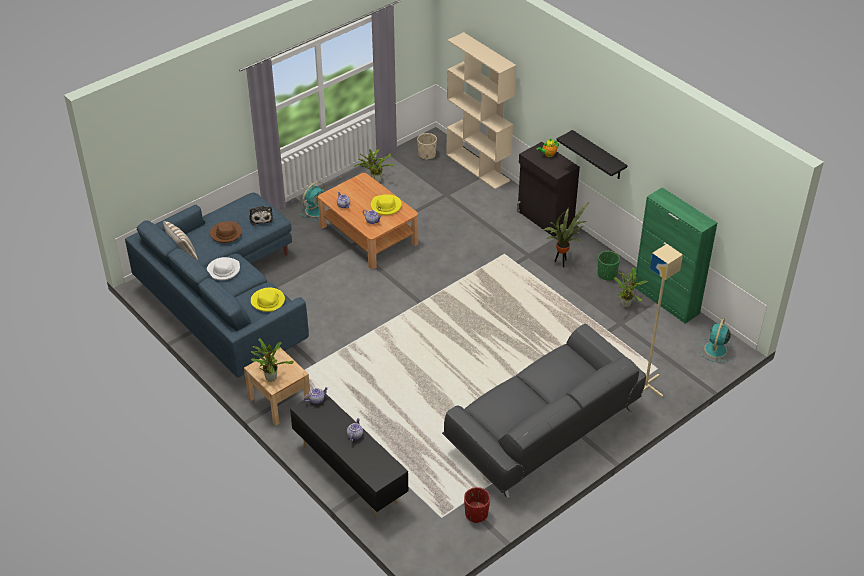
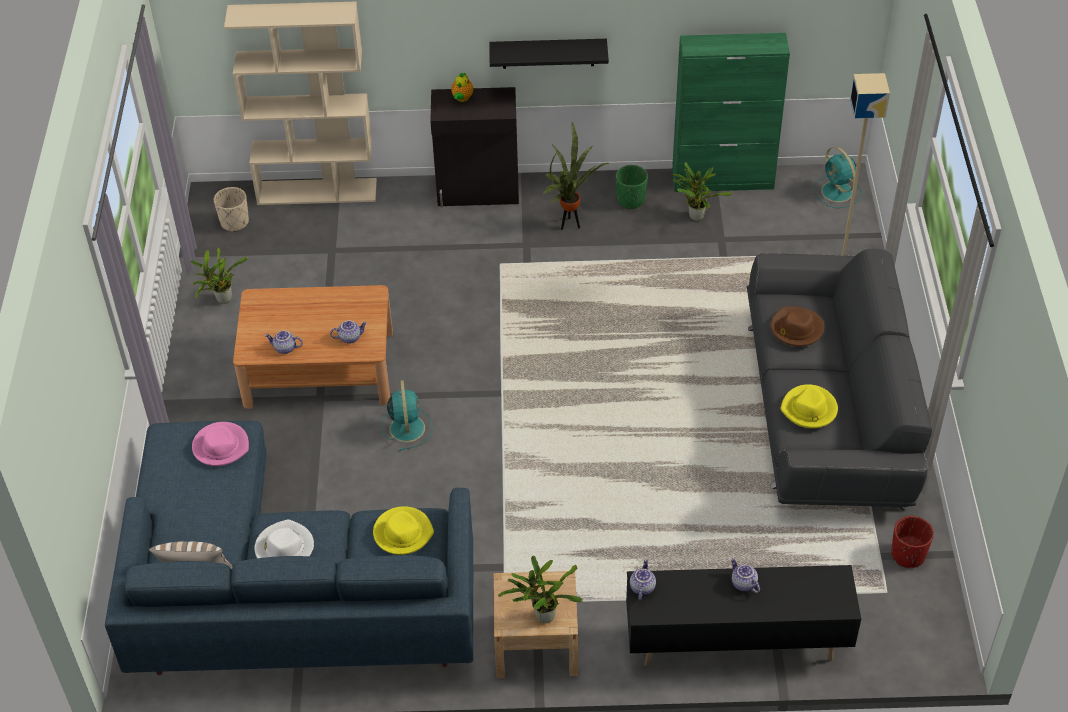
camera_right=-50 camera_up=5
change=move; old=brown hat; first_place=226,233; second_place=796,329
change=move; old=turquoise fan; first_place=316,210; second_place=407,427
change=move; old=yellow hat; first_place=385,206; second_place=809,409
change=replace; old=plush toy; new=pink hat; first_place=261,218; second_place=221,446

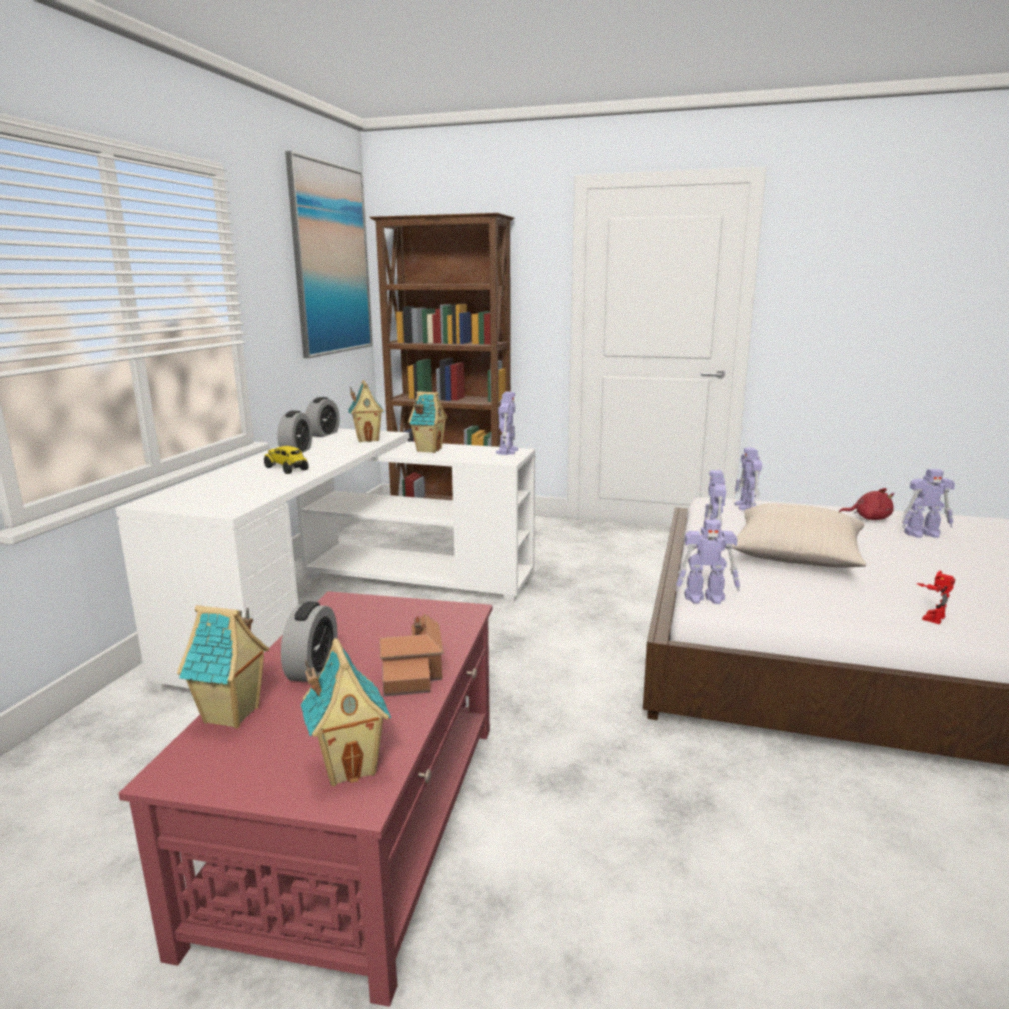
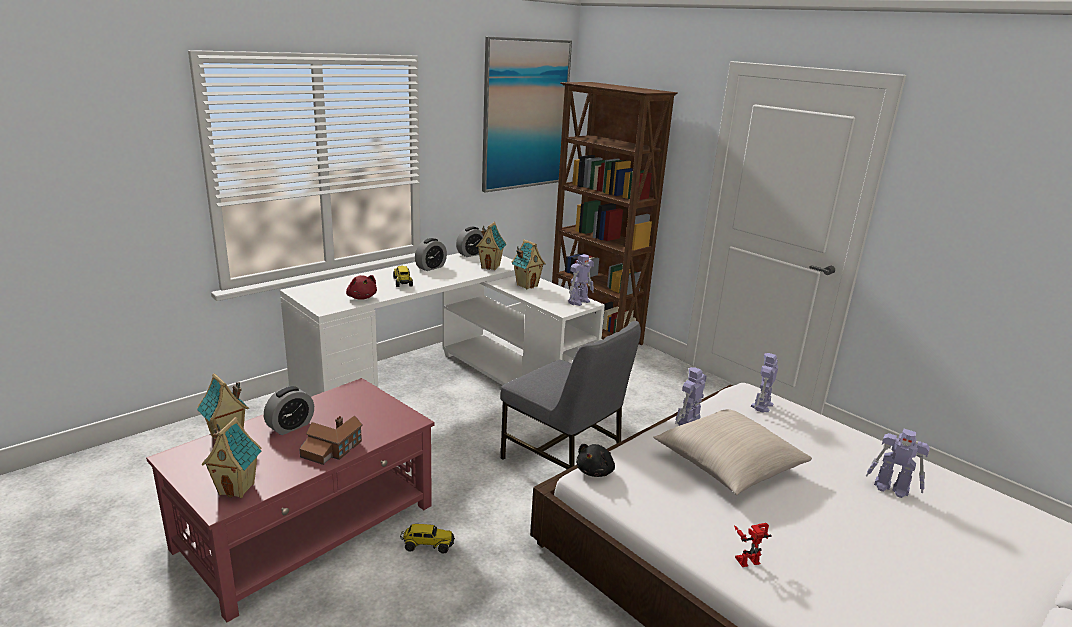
camera_right=30 camera_up=5
change=insert; new=toy truck; second_place=427,545
change=insert; new=grey chair; second_place=563,461
change=move; old=red plush toy; first_place=869,518; second_place=361,297
change=replace; old=toy robot; new=black plush toy; first_place=705,598; second_place=595,471

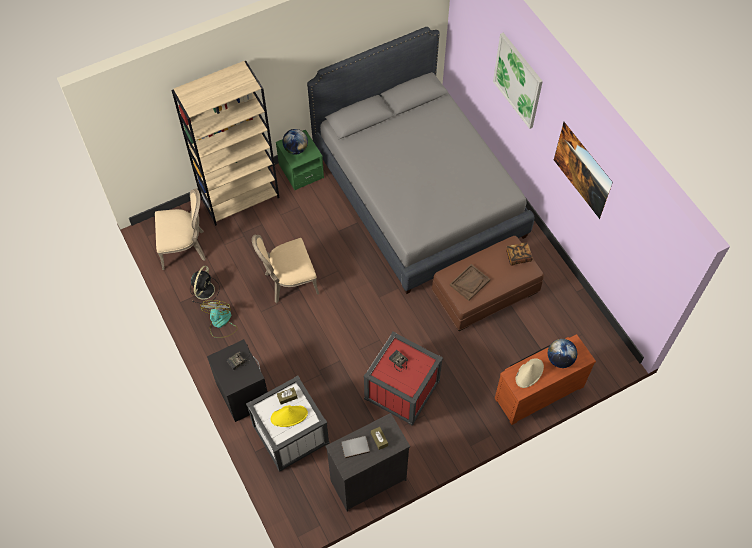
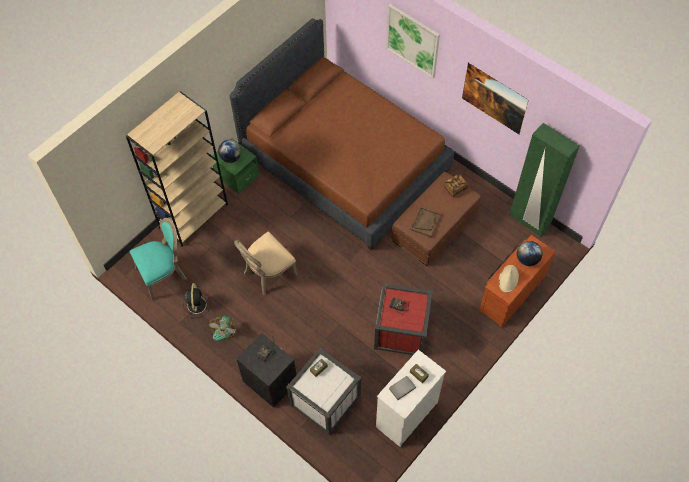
camera_right=-20 camera_up=0
change=delete; old=yellow hat; first_place=289,416
change=insert; new=green wardrobe; second_place=529,221
change=recolor; old=beige chair; new=turquoise chair; first_place=185,247; second_place=163,274
change=recolor; old=grey bed; new=brown bed; first_place=418,193; second_place=344,163
change=recolor; old=black dresser; new=white dresser; first_place=367,480; second_place=406,415
change=rotate; old=fan; first_place=220,323; second_place=224,328; degrees=-150

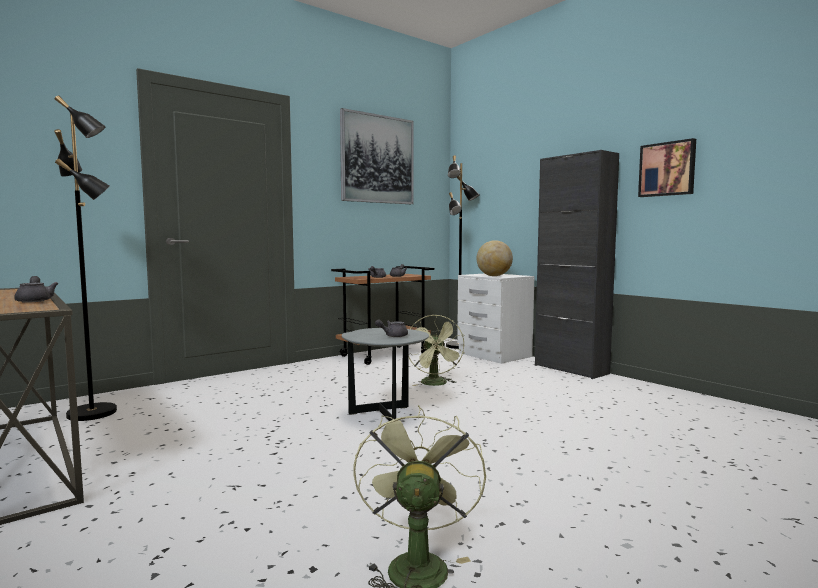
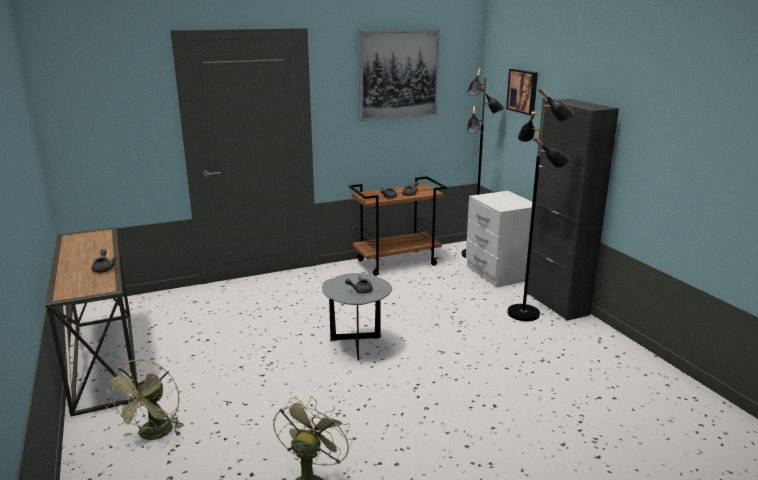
camera_right=15 camera_up=15
change=delete; old=globe; first_place=494,276
change=move; old=black floor lamp; first_place=94,413; second_place=524,313
change=move; old=green fan; first_place=436,384; second_place=153,435
change=move; old=picture; first_place=667,169; second_place=523,91

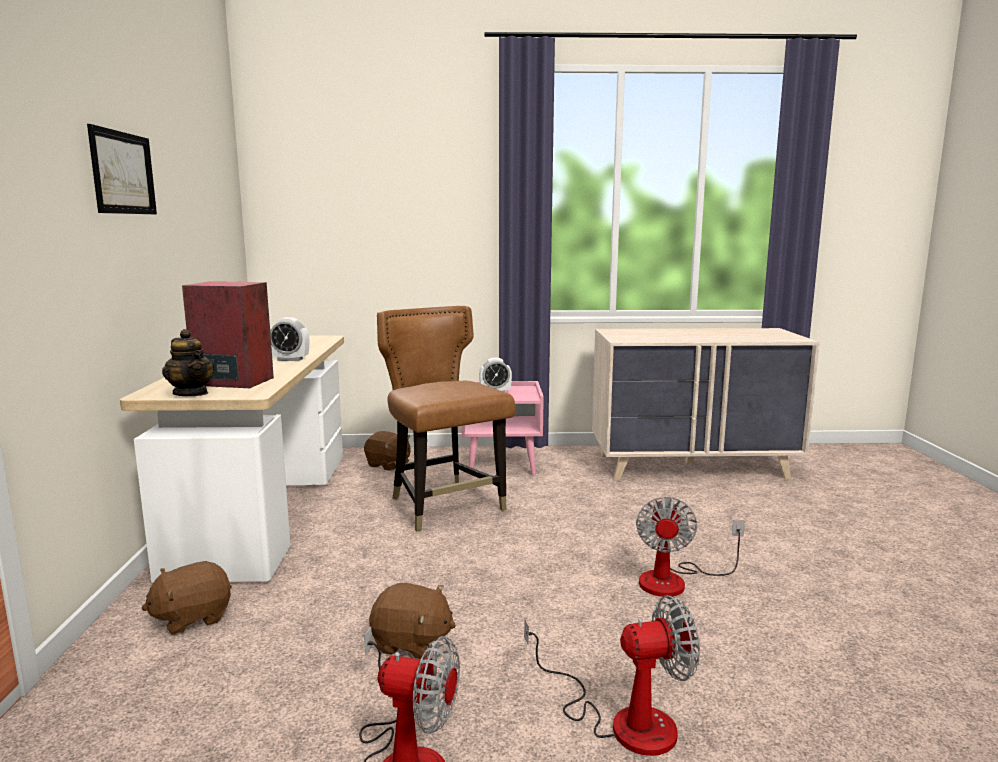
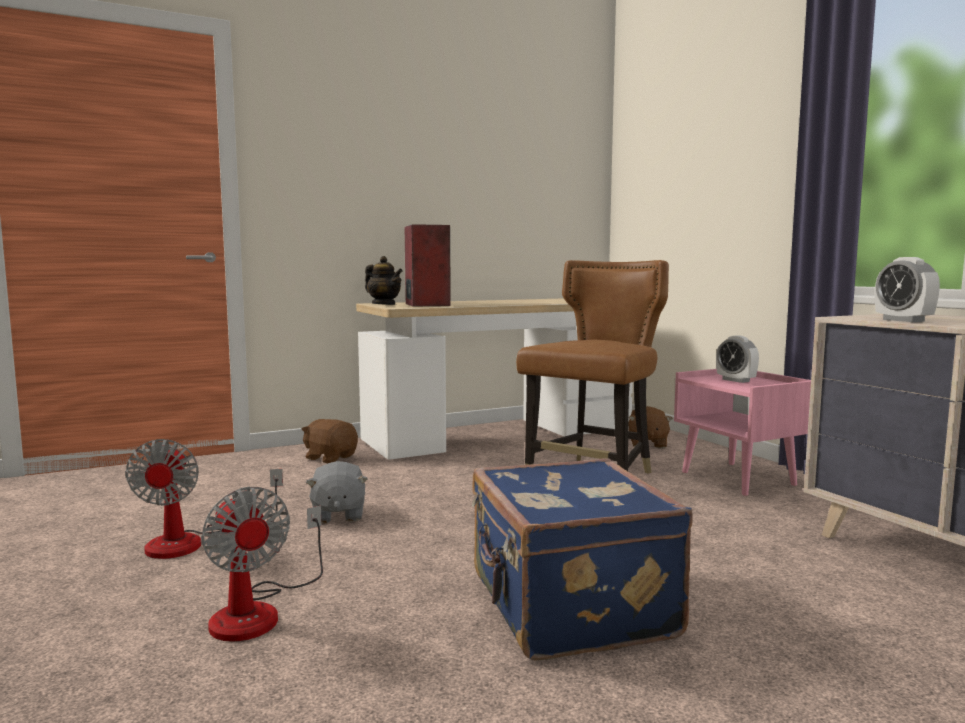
camera_right=65 camera_up=-5
change=delete; old=picture; first_place=123,173
change=move; old=alarm clock; first_place=290,359; second_place=903,320
change=replace; old=fan; new=blue suitcase; first_place=675,581; second_place=568,607
change=recolor; old=brown plush toy; new=grey plush toy; first_place=411,643; second_place=337,515
change=rotate; old=teapot; first_place=191,393; second_place=384,305; degrees=-75

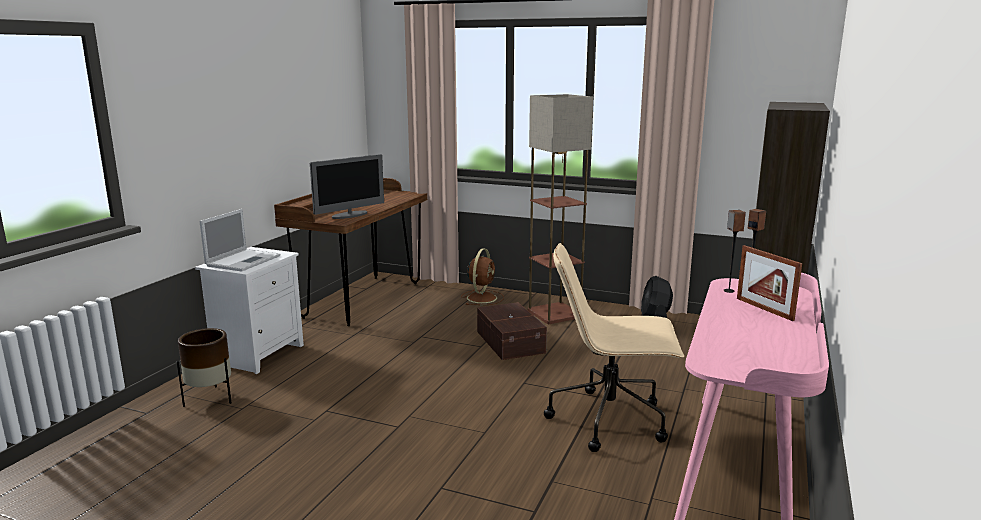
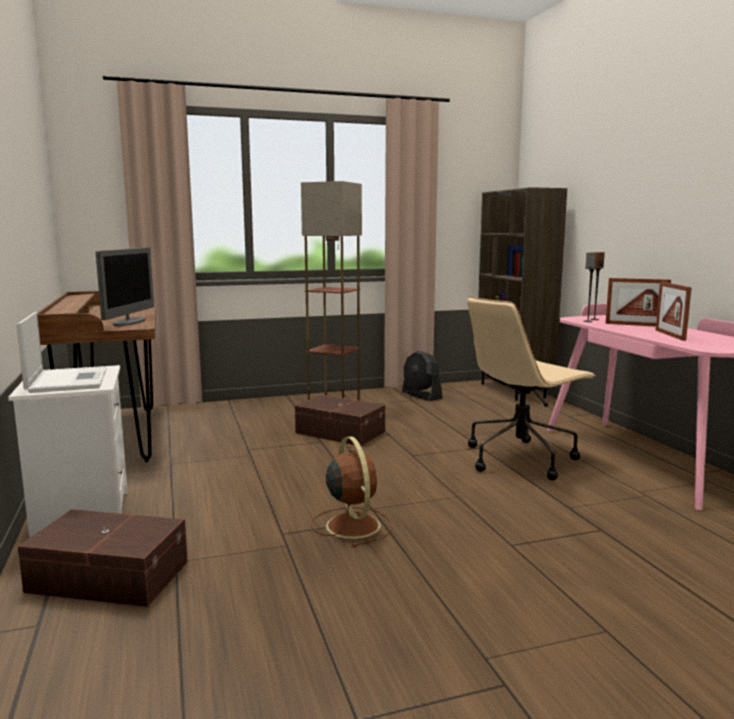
camera_right=-40 camera_up=-5
change=insert; new=picture frame; second_place=669,335
change=move; old=brown fan; first_place=482,297; second_place=352,525
change=replace; old=brown planter; new=brown storage box; first_place=210,398; second_place=109,575

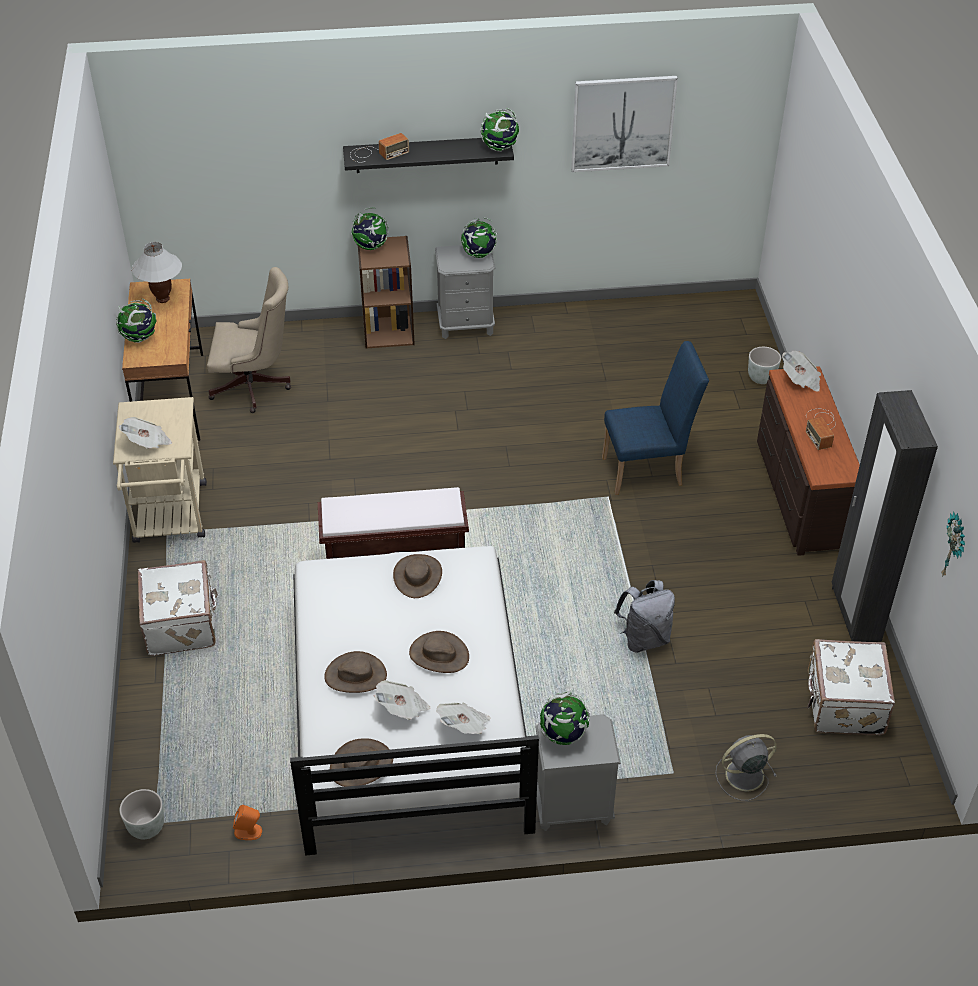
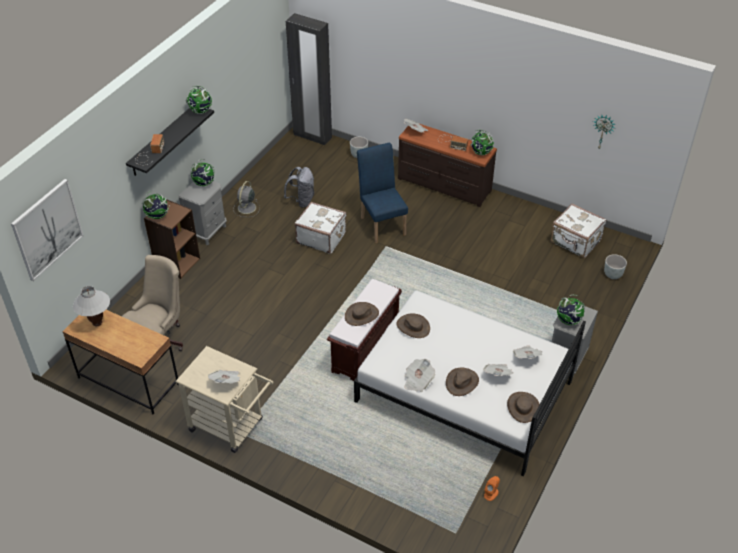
camera_right=-55 camera_up=0
change=insert; new=newspaper; second_place=418,381
change=move; old=globe; first_place=140,337; second_place=481,152
change=move; old=grey planter; first_place=146,827; second_place=612,275
change=move; old=white suitcase; first_place=182,624; second_place=321,237
change=move; old=brown hat; first_place=439,655; second_place=361,315
change=move; old=picture; first_place=622,123; second_place=47,229
change=move; old=grey backpack; first_place=644,638; second_place=301,201
change=move; old=grey fan; first_place=743,775; second_place=246,208
change=move; old=black wardrobe; first_place=855,614; second_place=312,136
change=rotate; old=blue chair; first_place=648,470; second_place=382,223; degrees=-45

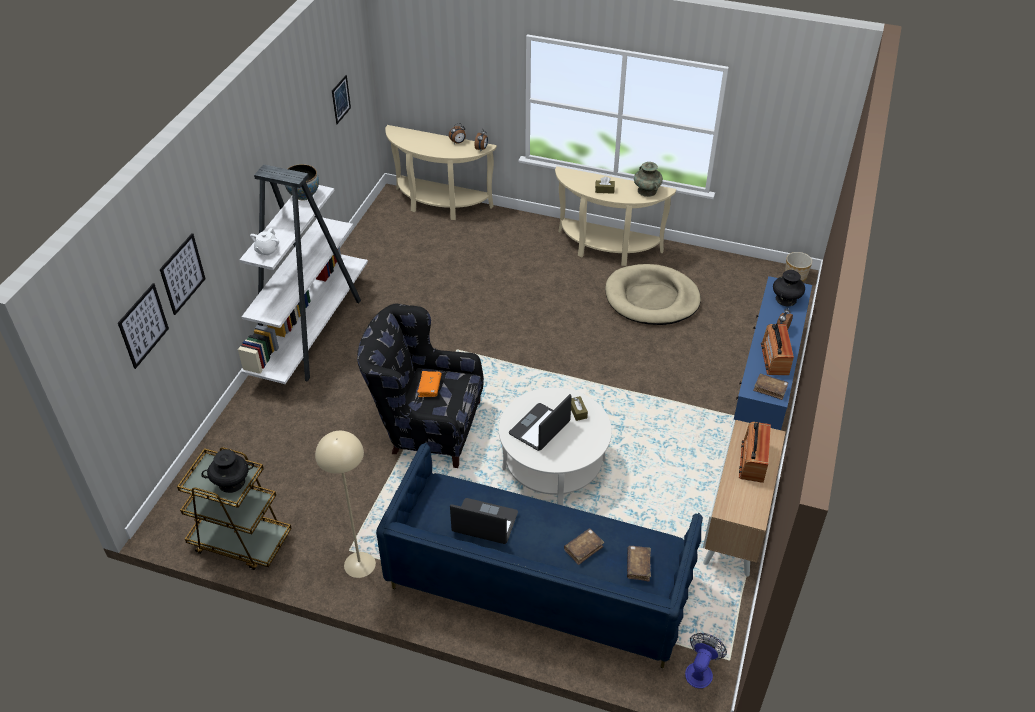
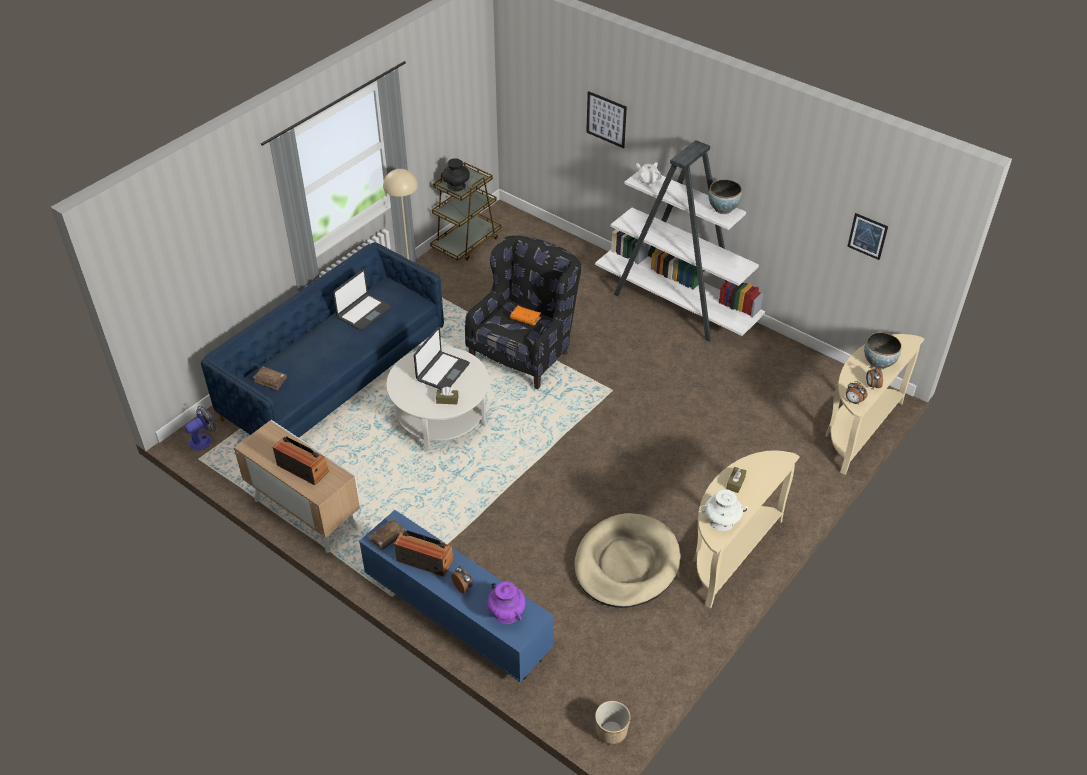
camera_right=110 camera_up=0
change=delete; old=picture; first_place=143,325
change=delete; old=brown book; first_place=583,549
change=insert; new=bowl; second_place=878,363
change=recolor; old=turquoise vase; new=white vase; first_place=647,191; second_place=721,521
change=recolor; old=black vase; new=purple vase; first_place=786,299; second_place=506,613
change=rotate; old=laptop; first_place=540,428; second_place=442,372; degrees=60
change=rotate; old=fan; first_place=700,670; second_place=203,440; degrees=-90

